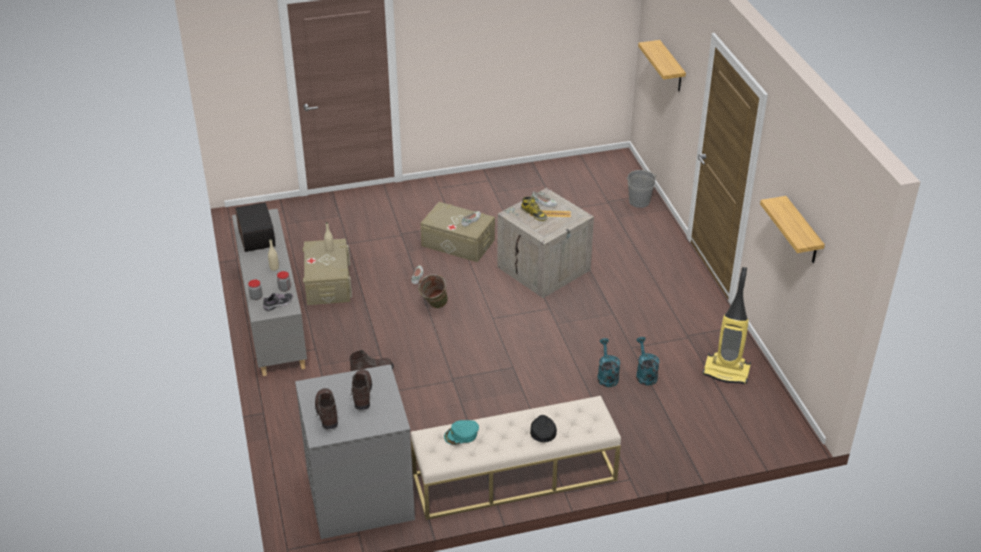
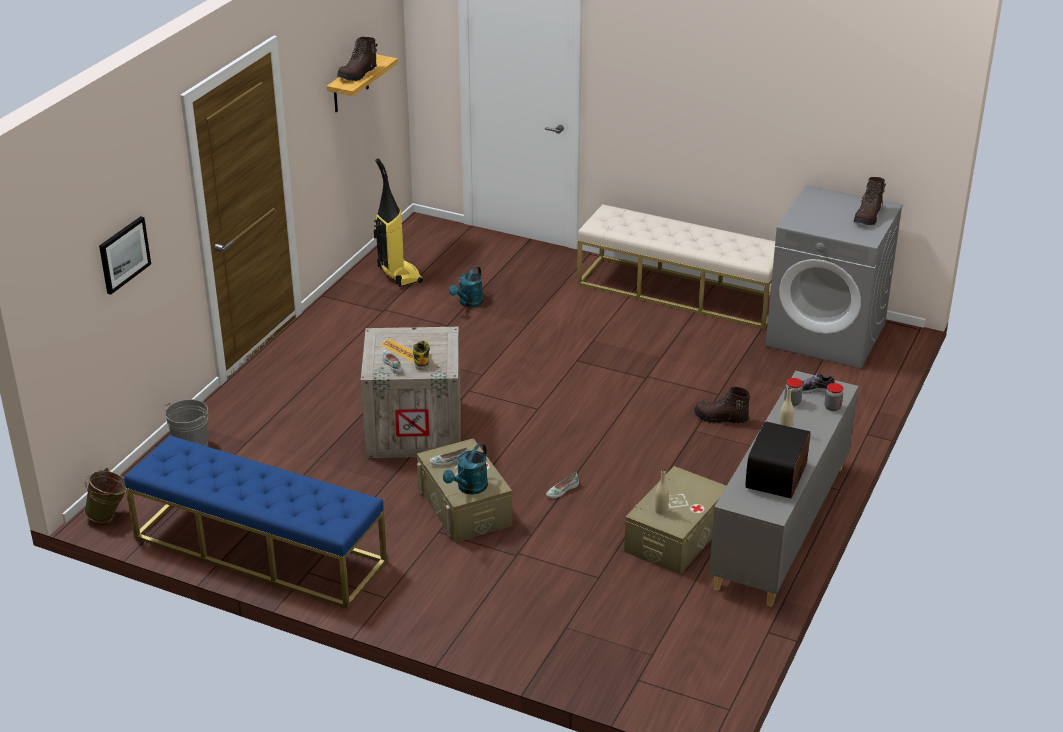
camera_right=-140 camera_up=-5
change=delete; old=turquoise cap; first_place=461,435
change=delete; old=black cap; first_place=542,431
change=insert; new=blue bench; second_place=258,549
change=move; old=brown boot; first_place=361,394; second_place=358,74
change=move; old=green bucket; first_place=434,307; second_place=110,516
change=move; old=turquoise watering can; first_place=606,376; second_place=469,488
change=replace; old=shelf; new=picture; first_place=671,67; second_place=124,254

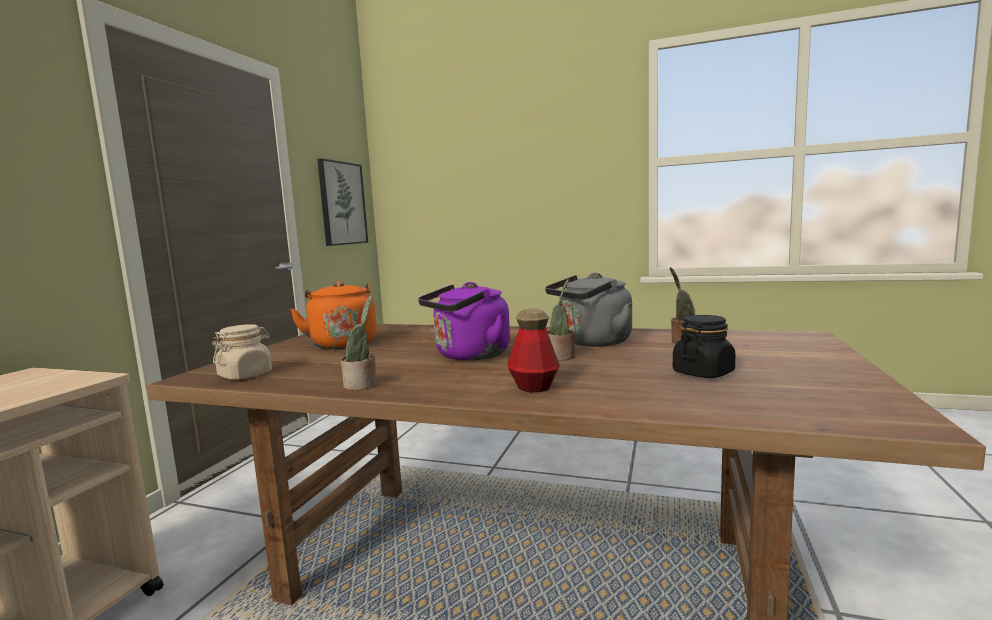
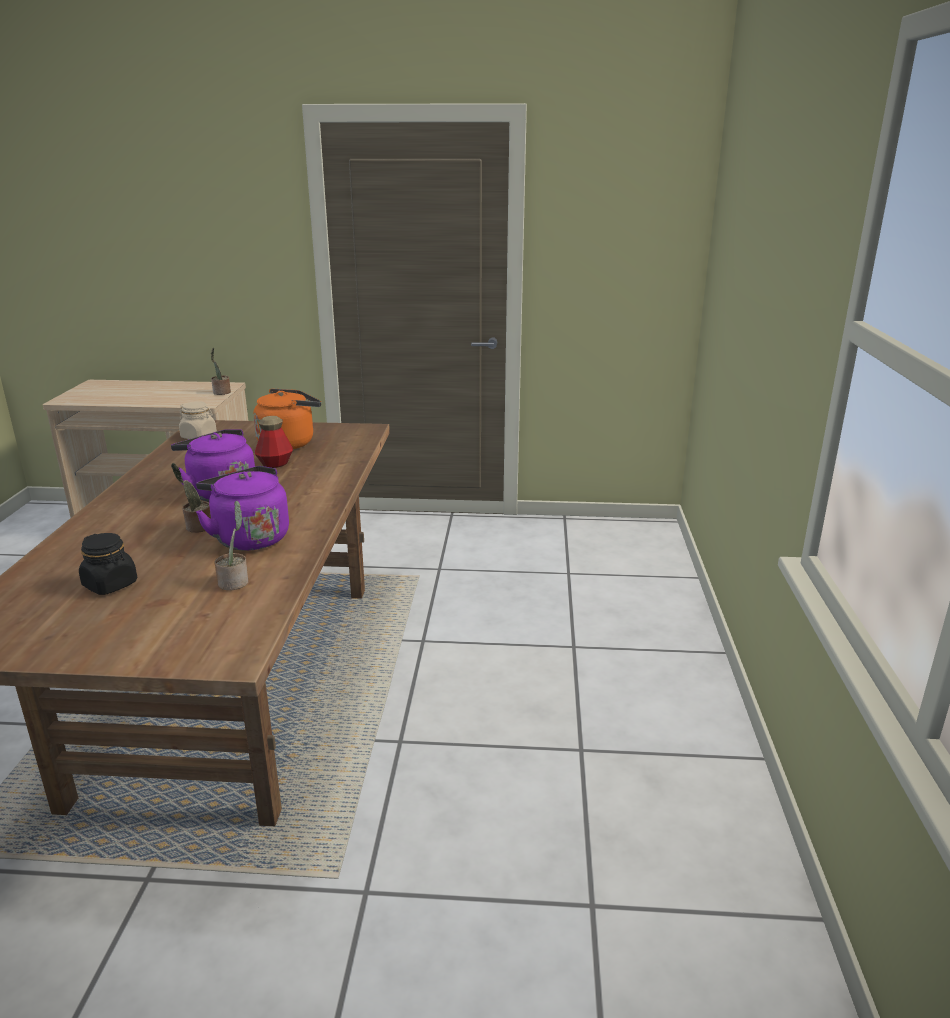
camera_right=75 camera_up=15
change=delete; old=picture; first_place=342,203
change=move; old=potted plant; first_place=362,385; second_place=221,393
change=move; old=bottle; first_place=533,386; second_place=275,464
change=recolor; old=grey kettle; new=purple kettle; first_place=592,342; second_place=249,537

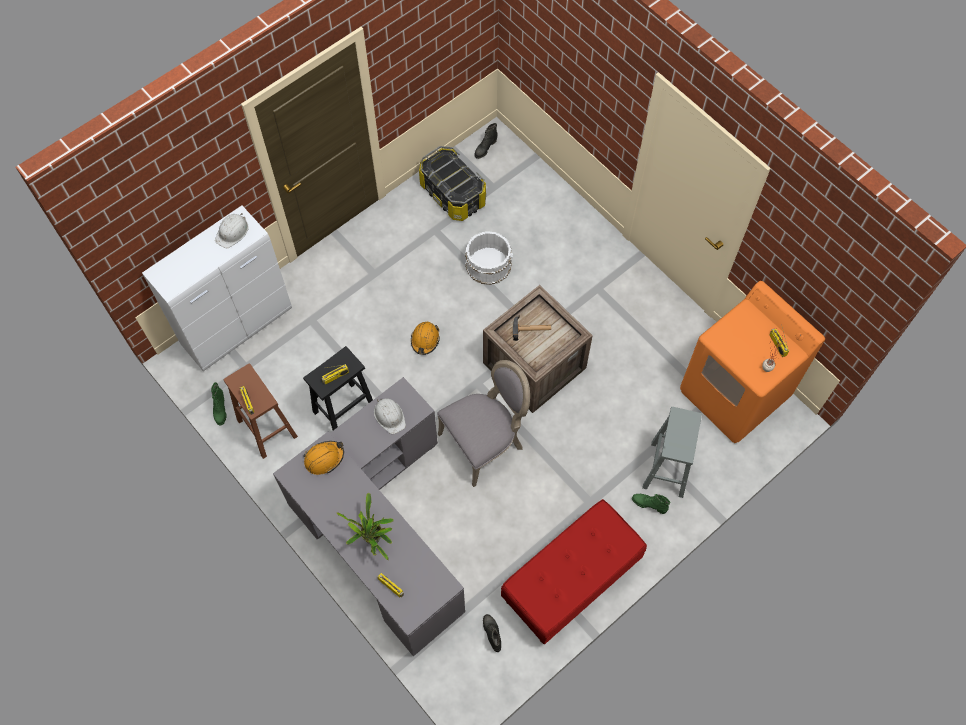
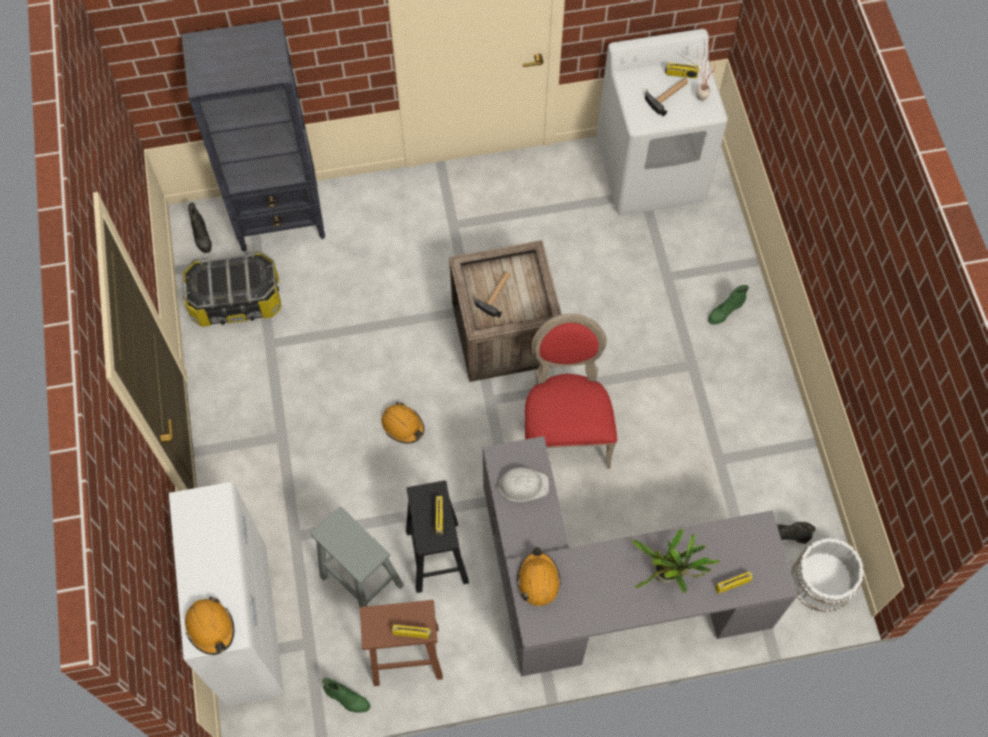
camera_right=-60 camera_up=0
change=delete; old=white hard hat; first_place=232,232
change=delete; old=red bench; first_place=570,581
change=insert; new=black bookcase; second_place=281,218
change=insert; new=orange hard hat; second_place=210,627
change=insert; new=hammer; second_place=667,95
change=move; old=white bucket; first_place=488,264; second_place=821,579
change=move; old=grey stool; first_place=667,468; second_place=360,580
change=recolor; old=grey chair; new=red chair; first_place=485,442; second_place=565,429
change=recolor; old=orange washing machine; new=white washing machine; first_place=734,394; second_place=651,172

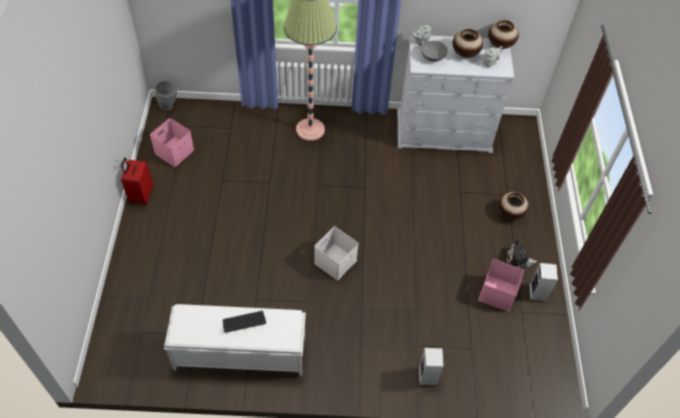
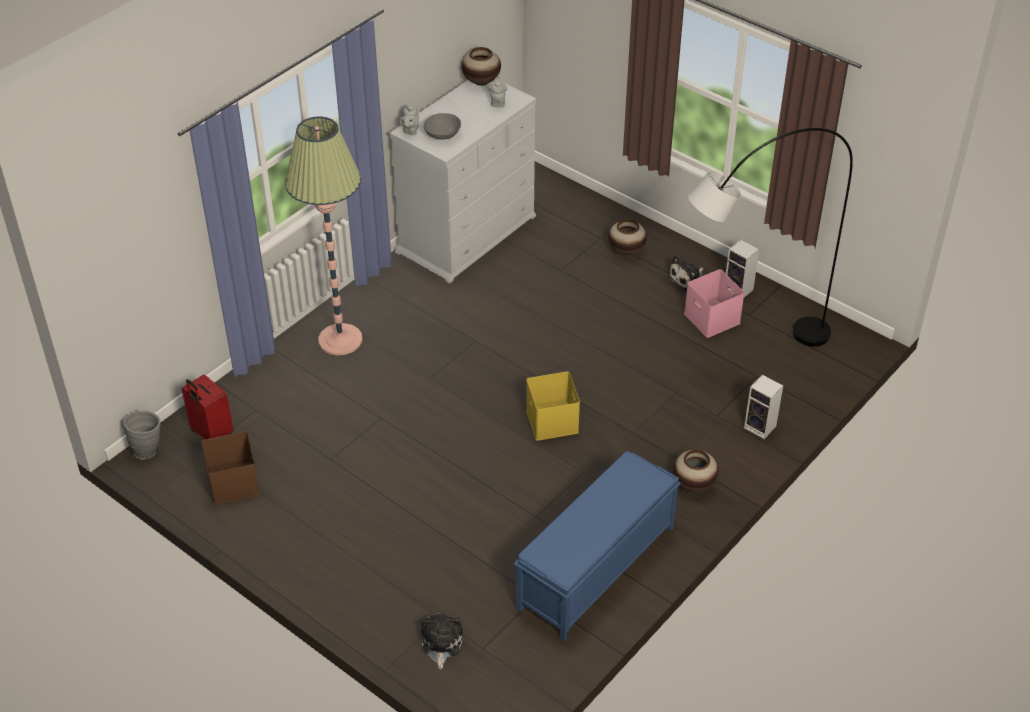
camera_right=-50 camera_up=-10
change=delete; old=keyboard; first_place=244,322
change=insert; new=plush toy; second_place=441,643
change=insert; new=grey floor lamp; second_place=747,350
change=move; old=red suitcase; first_place=141,195; second_place=211,434
change=move; old=vase; first_place=465,54; second_place=694,484
change=recolor; old=pink storage box; new=brown storage box; first_place=174,151; second_place=232,482
change=recolor; old=white bench; new=blue bench; first_place=239,353; second_place=595,569
change=recolor; old=white storage box; new=yellow storage box; first_place=335,262; second_place=553,421

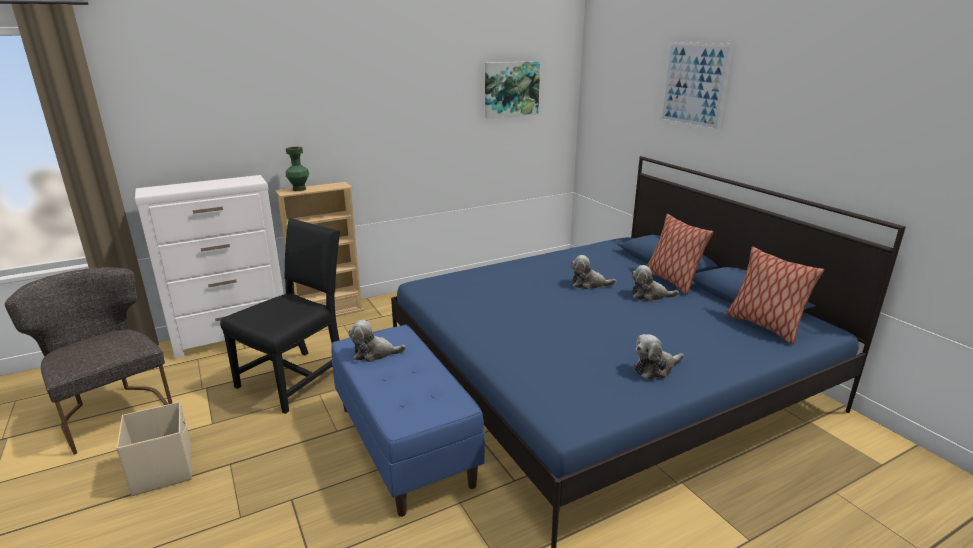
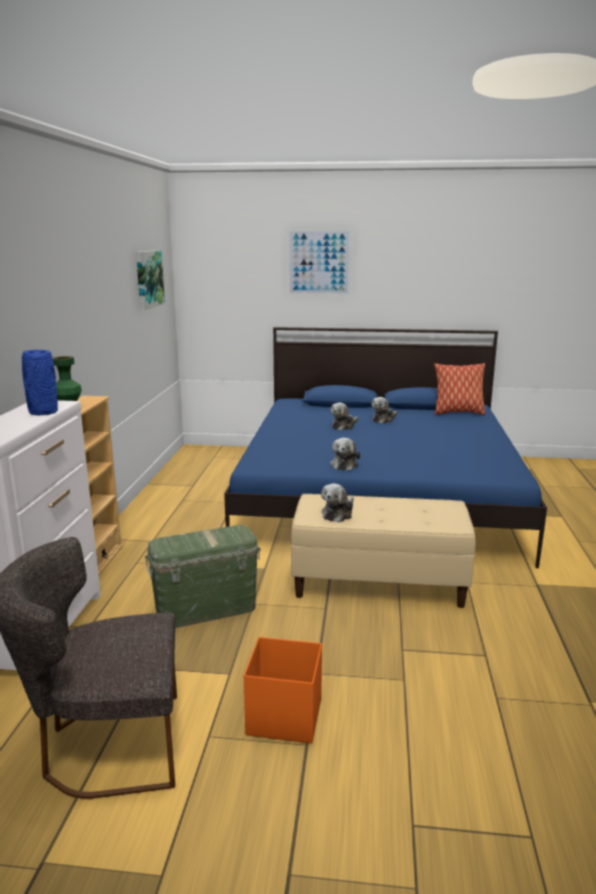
camera_right=-55 camera_up=-5
change=delete; old=pillow; first_place=671,281
change=insert; new=blue vase; second_place=43,412
change=move; old=plush toy; first_place=655,368; second_place=344,464
change=replace; old=black chair; new=green storage box; first_place=297,378; second_place=206,609
change=recolor; old=beige storage box; new=orange storage box; first_place=164,469; second_place=283,717
change=recolor; old=blue bench; new=beige bench; first_place=405,444; second_place=379,583

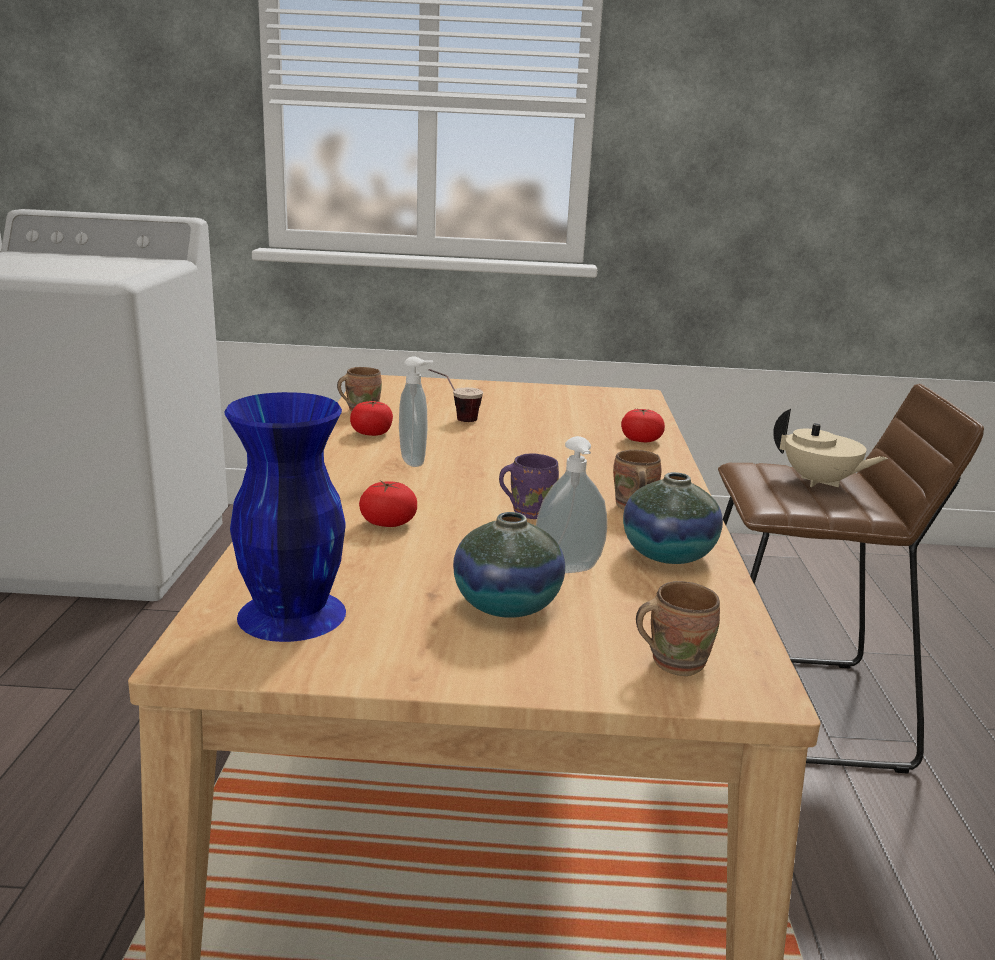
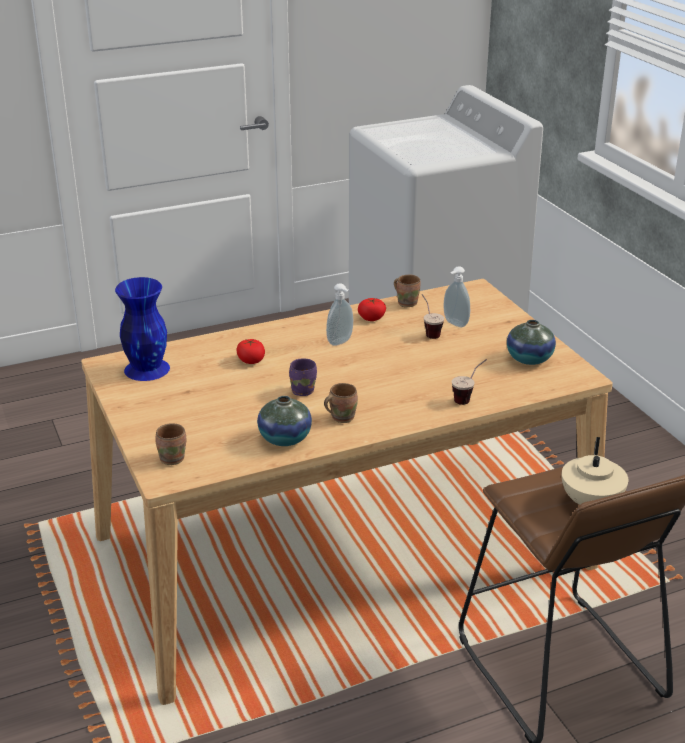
camera_right=65 camera_up=10
change=move; old=vase; first_place=507,605; second_place=529,359
change=move; old=soap dispenser; first_place=569,570; second_place=454,324
change=replace; old=tomato; new=cup; first_place=641,440; second_place=468,398

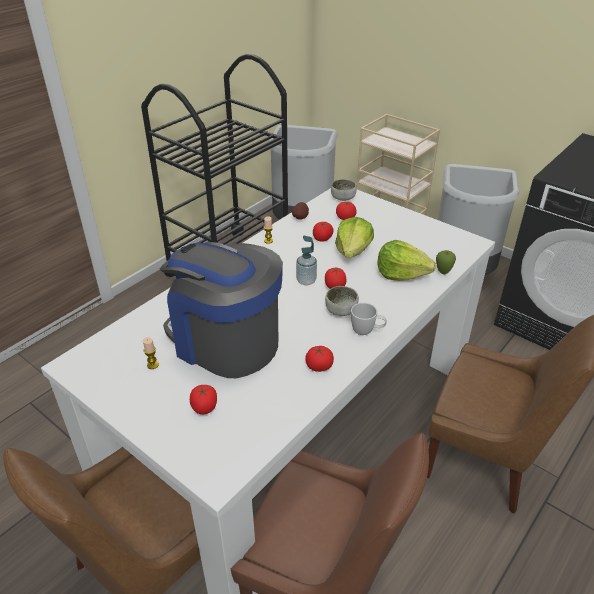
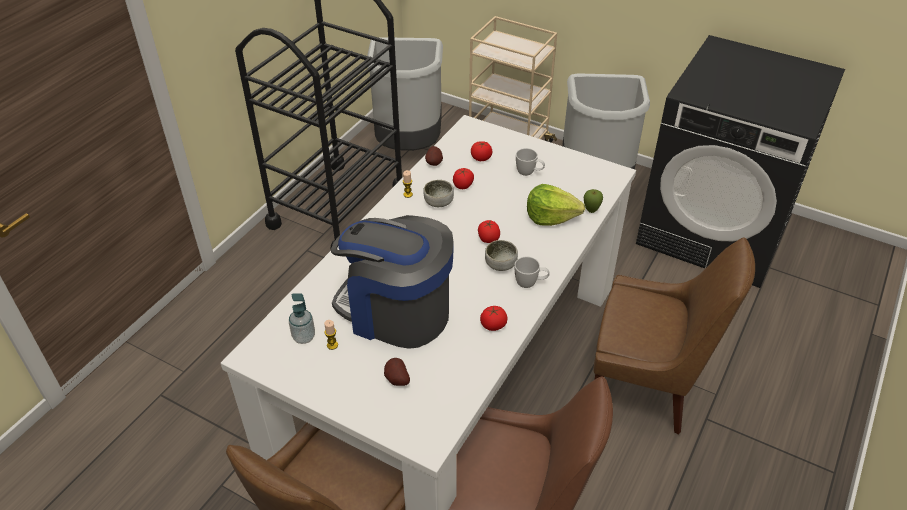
camera_right=-10 camera_up=5
change=delete; old=lettuce; first_place=353,251
change=insert; new=white mug; second_place=529,173
change=move; old=soap dispenser; first_place=306,281; second_place=304,337
change=move; old=bowl; first_place=343,198; second_place=438,202
change=replace; old=tomato; new=potato; first_place=204,407; second_place=396,380

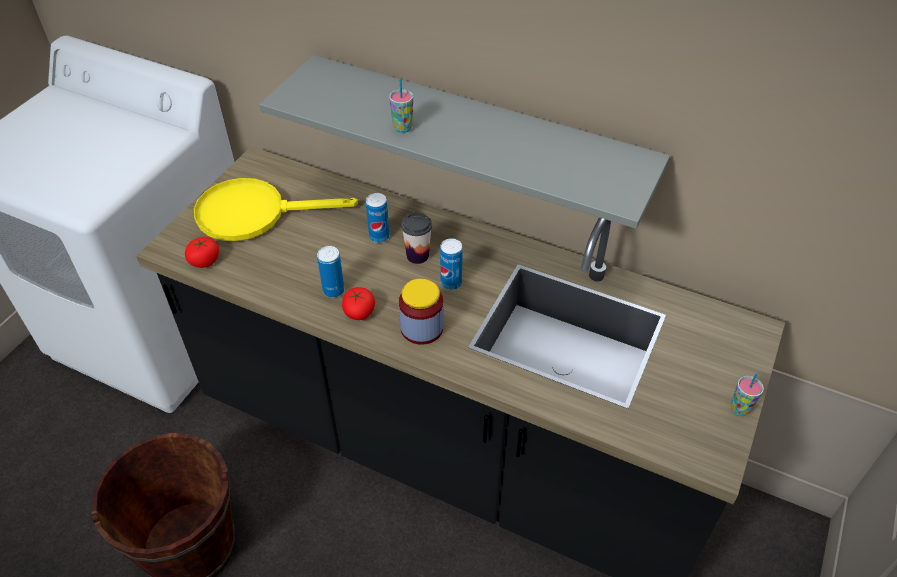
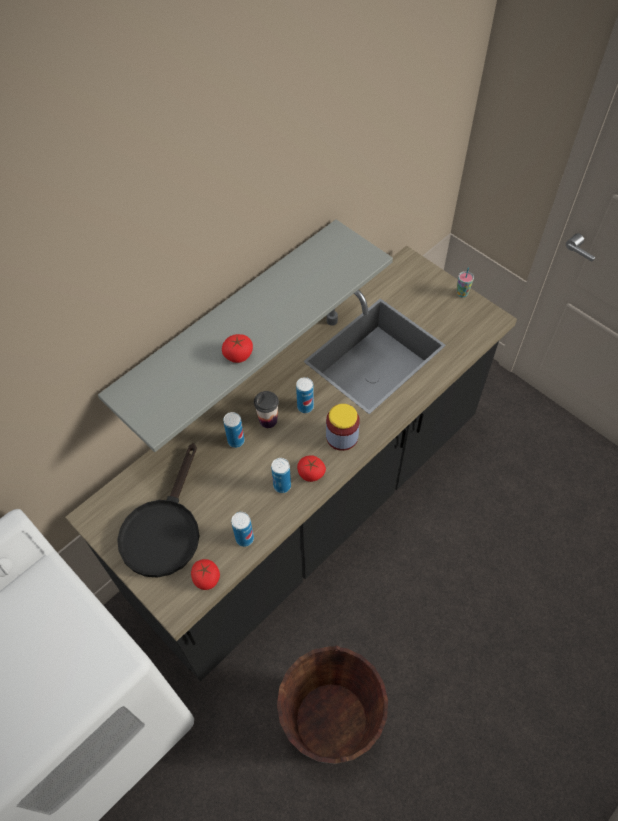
camera_right=-70 camera_up=10
change=insert; new=can; second_place=244,538
change=replace; old=cup; new=tomato; first_place=402,128; second_place=238,355
change=recolor; old=yellow frying pan; new=black frying pan; first_place=254,213; second_place=163,528

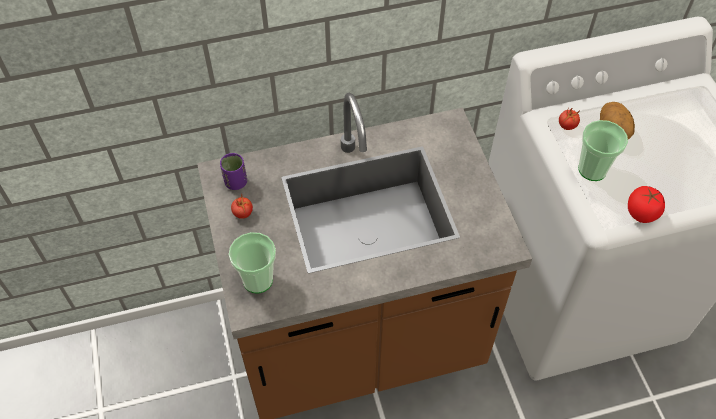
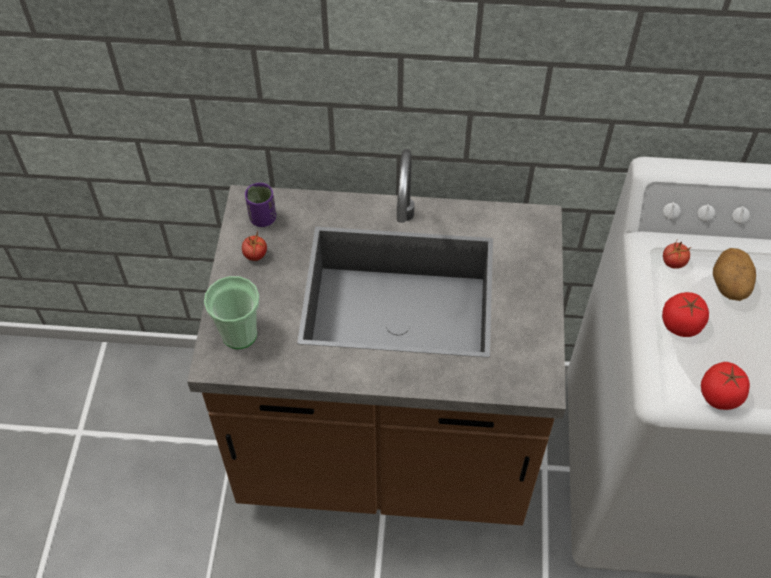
camera_right=20 camera_up=0
change=replace; old=cup; new=tomato; first_place=592,169; second_place=681,324

